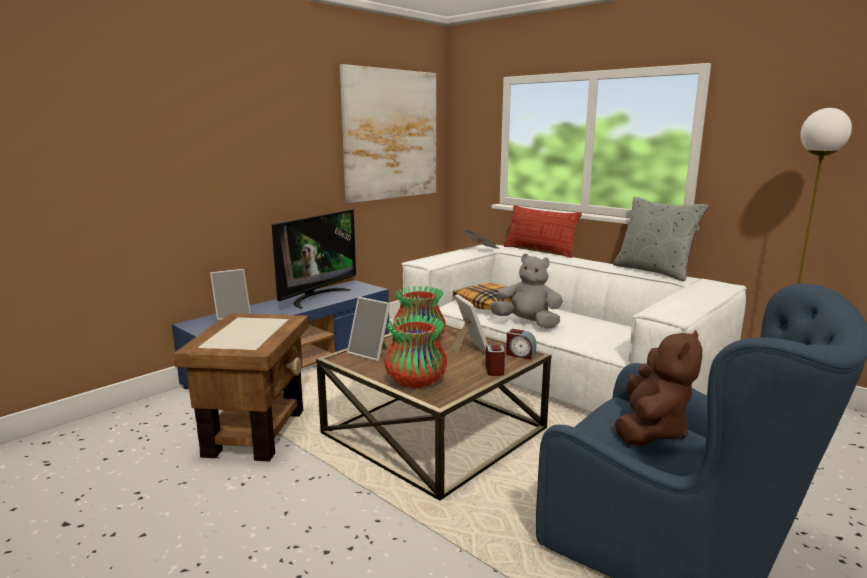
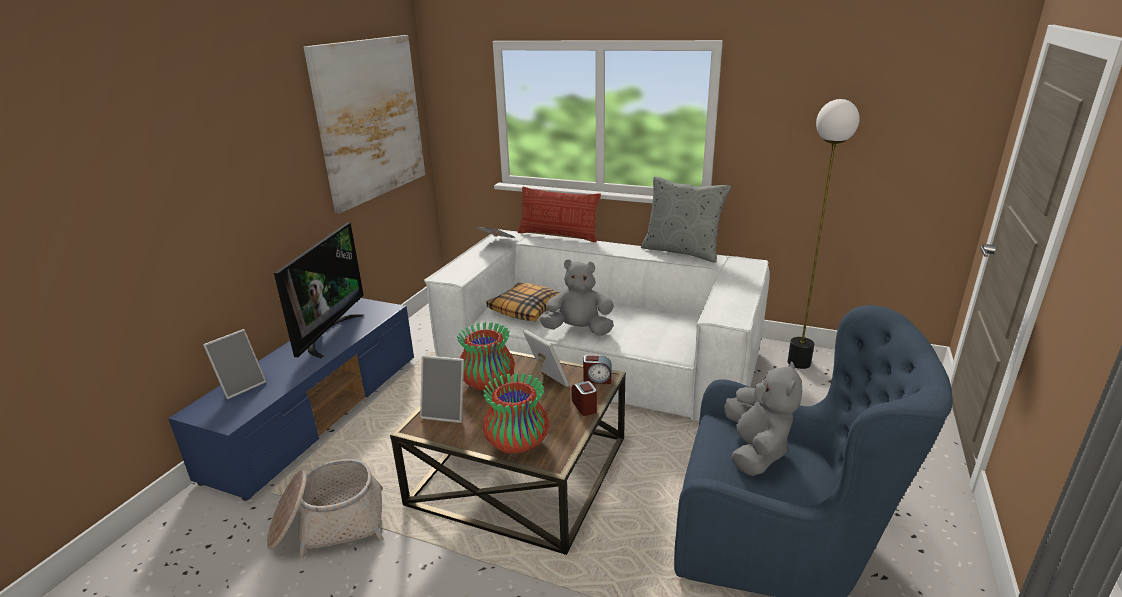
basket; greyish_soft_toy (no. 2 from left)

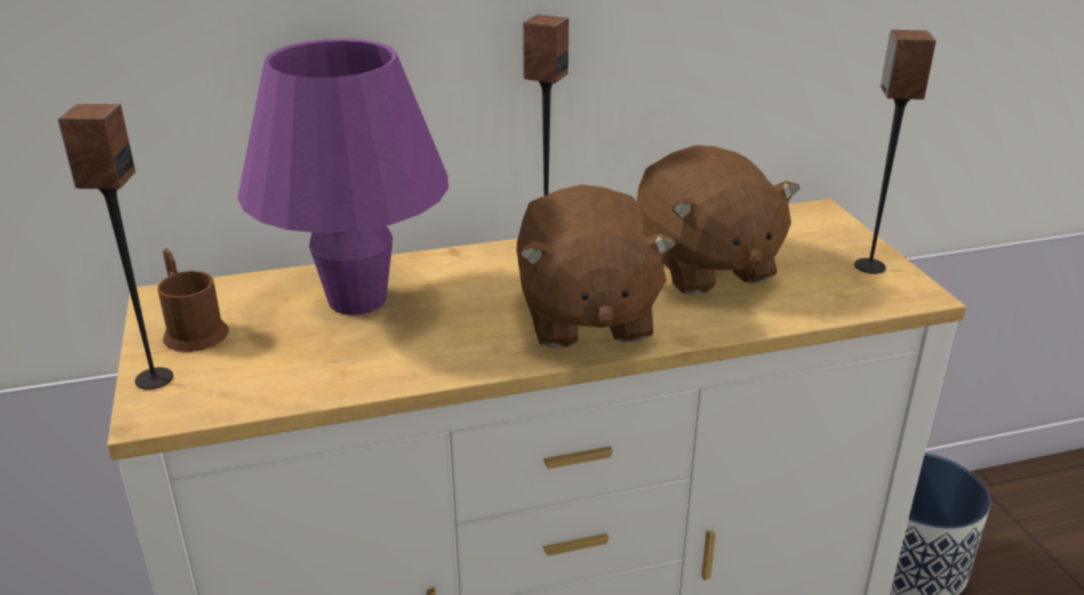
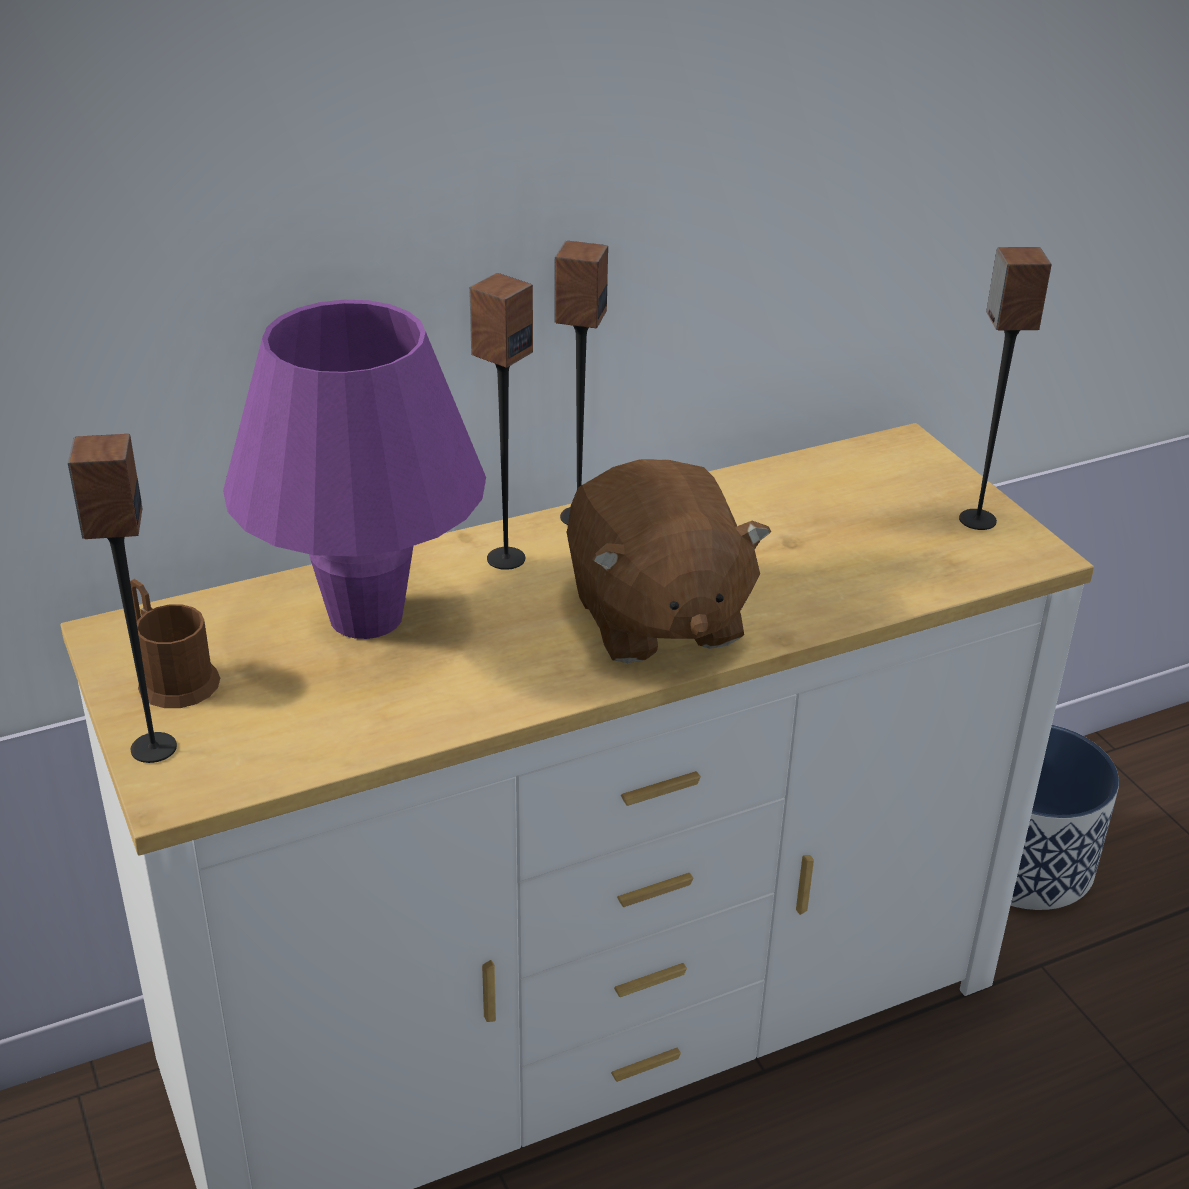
brown-coloured_soft_toy (no. 2 from left in the first image); audio_speaker (no. 2 from left)

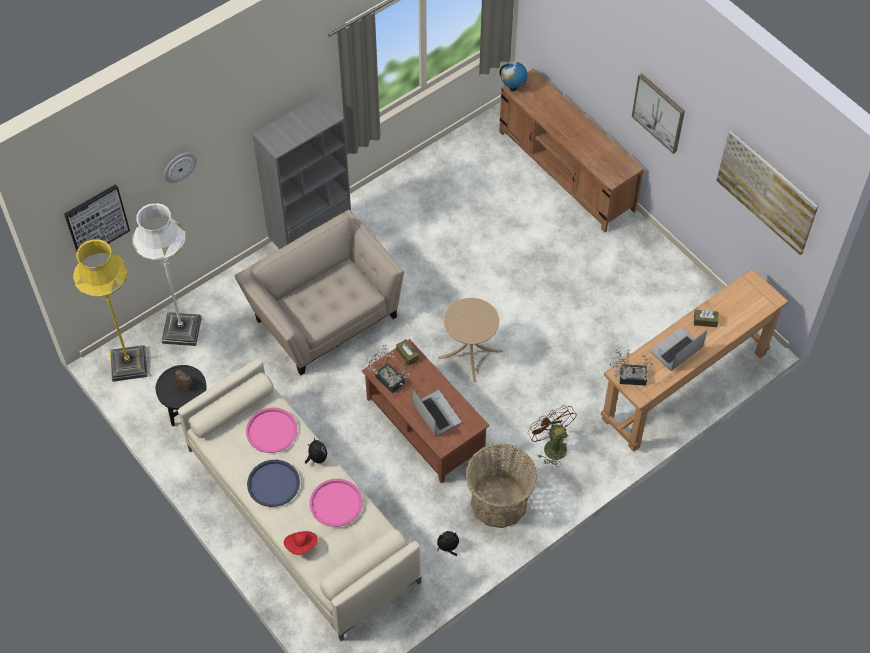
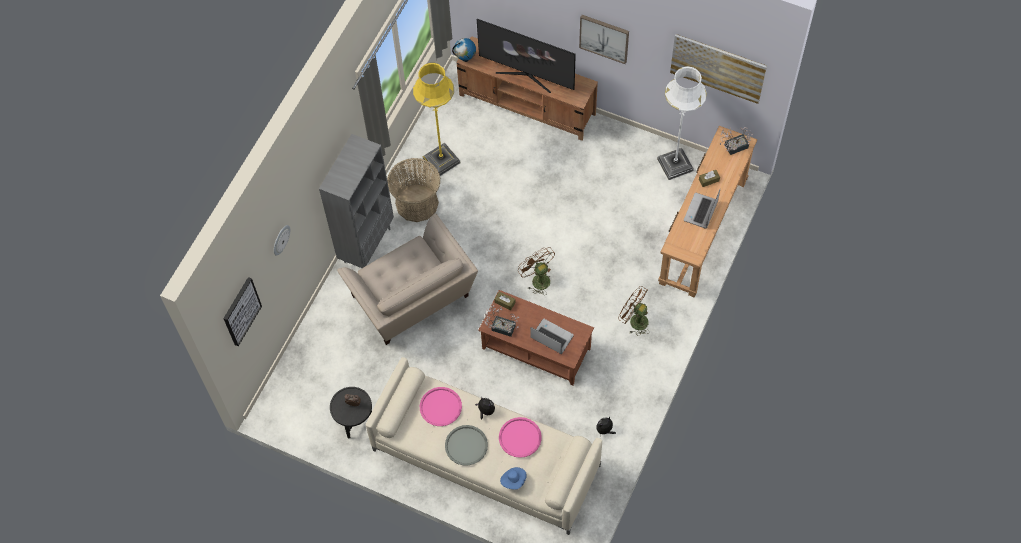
TV; yellow-coloured_floor_lamp; white-coloured_floor_lamp; basket; houseplant (no. 2 from left); brown-coloured_fan (no. 1 from left); greyish_serving_tray; blue-coloured_clothing_hat; beige-coloured_armchair

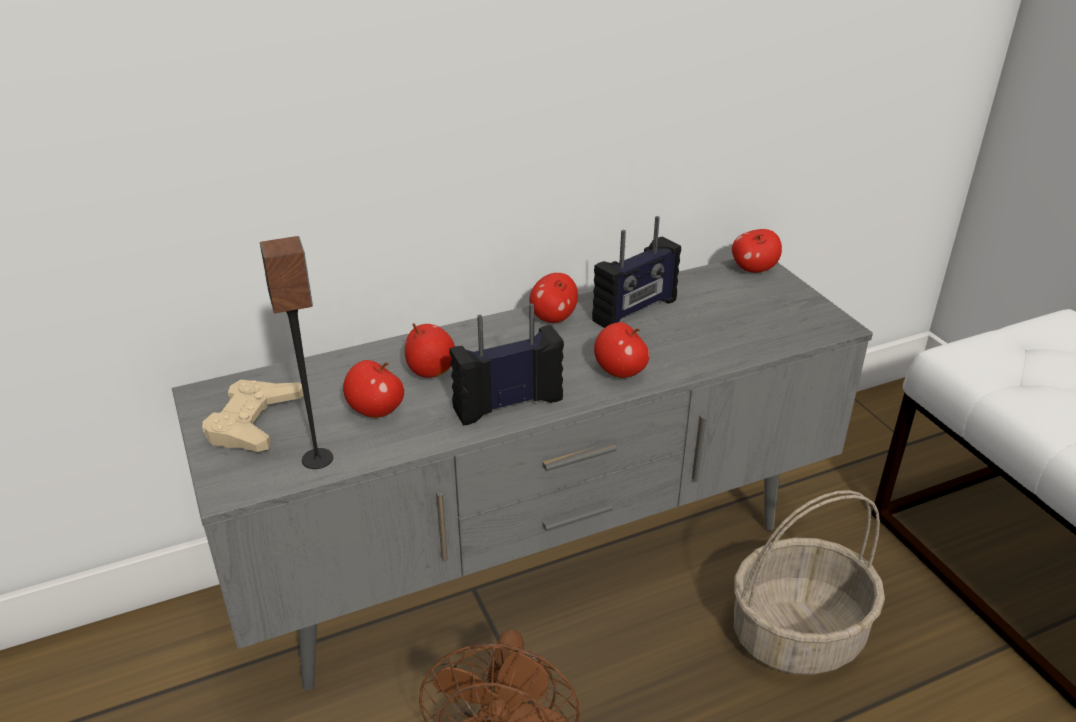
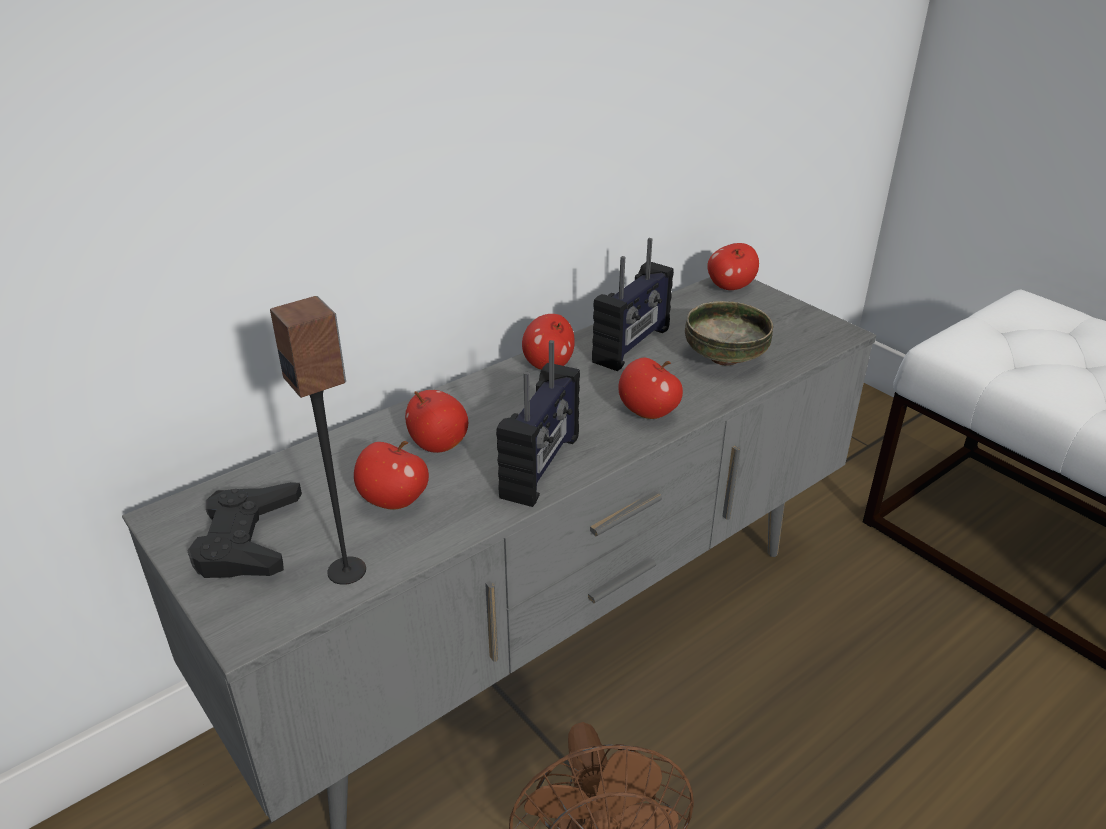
basket; deep_dish; black-coloured_gamepad; radio_set (no. 1 from left)

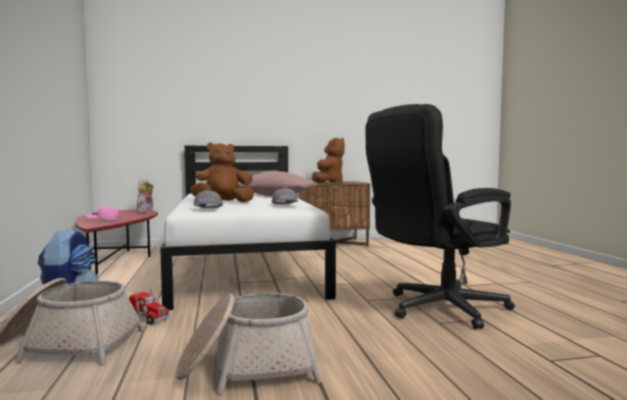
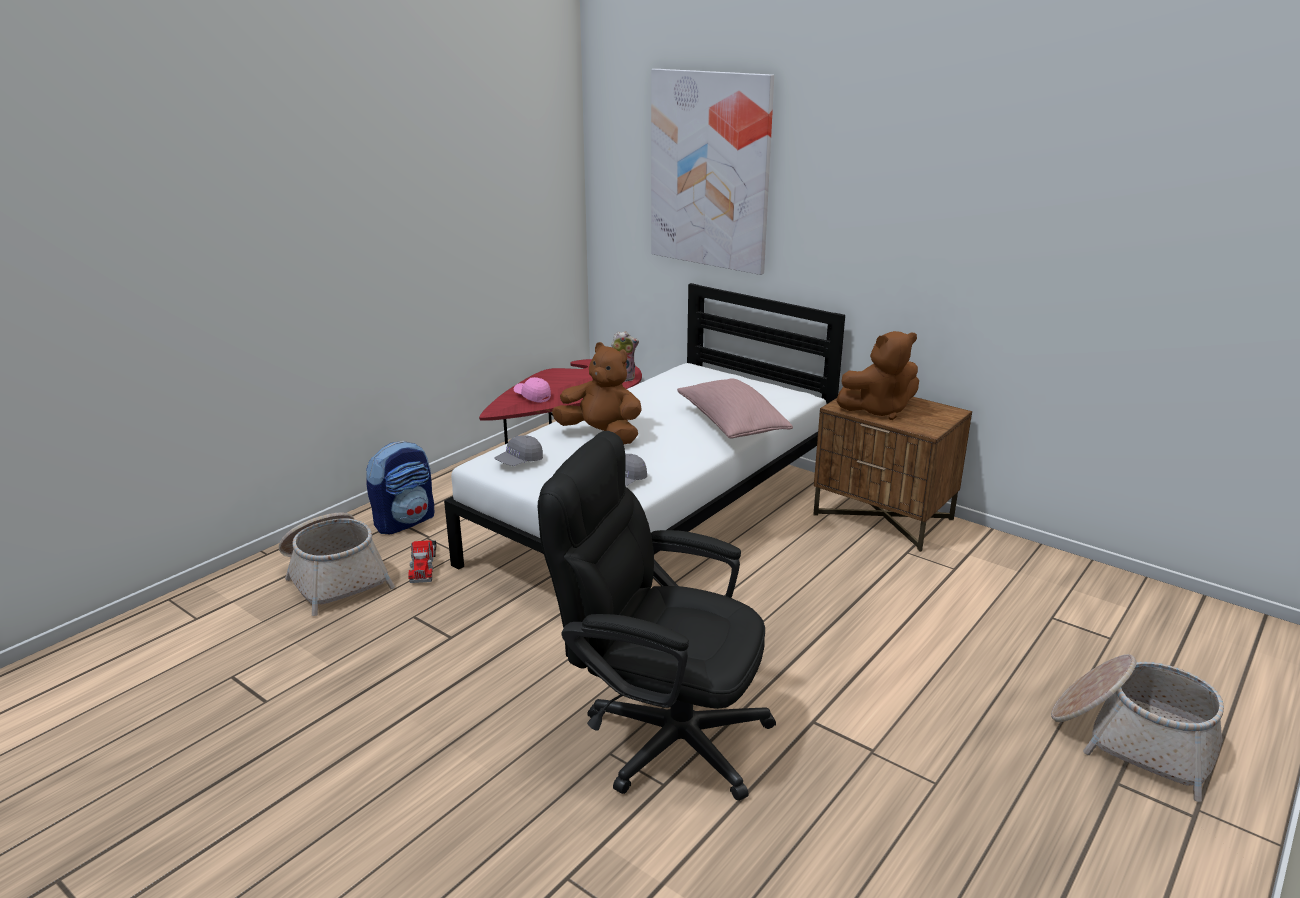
wall_picture; basket (no. 2 from left)

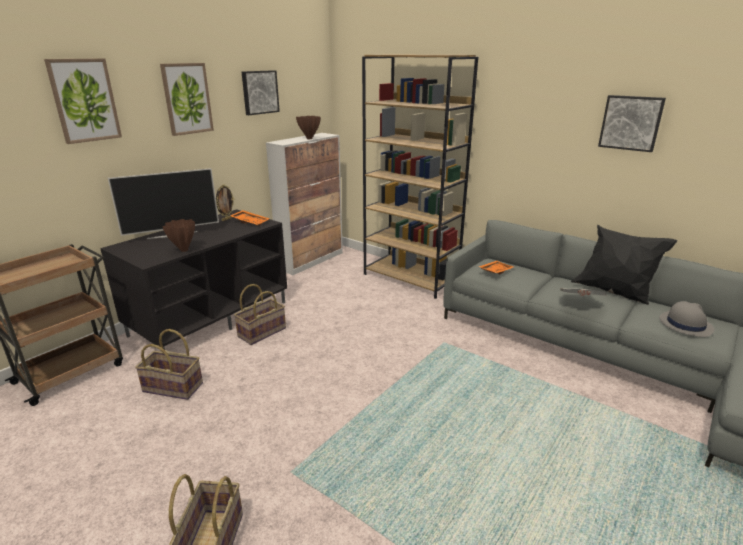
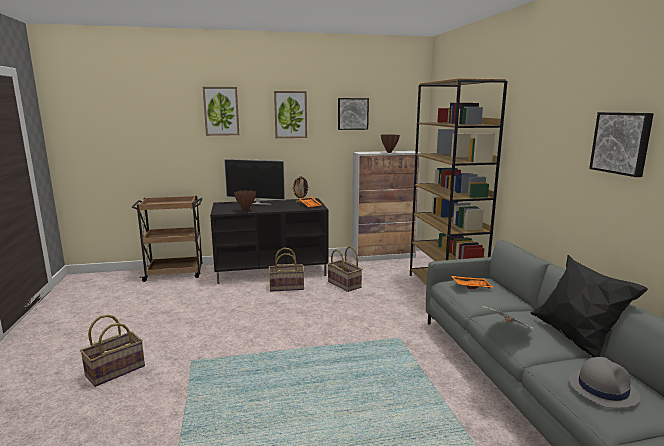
basket (no. 3 from left)

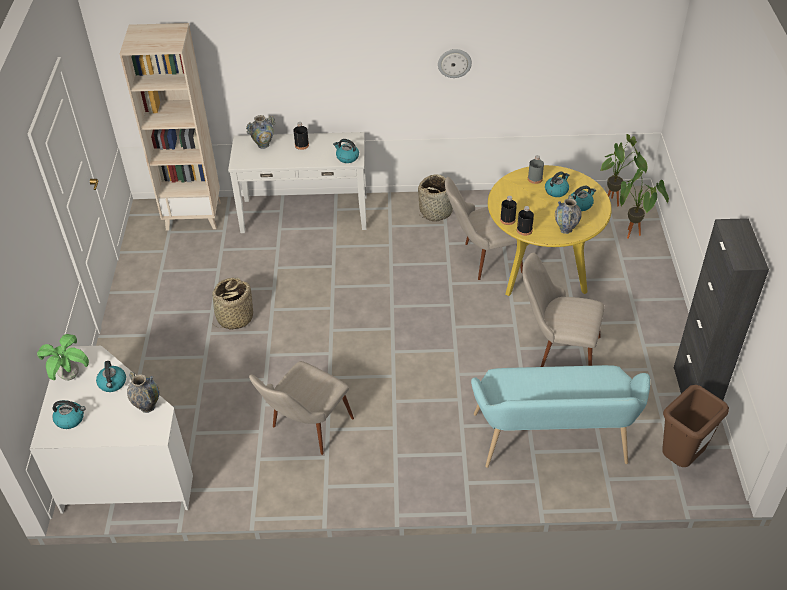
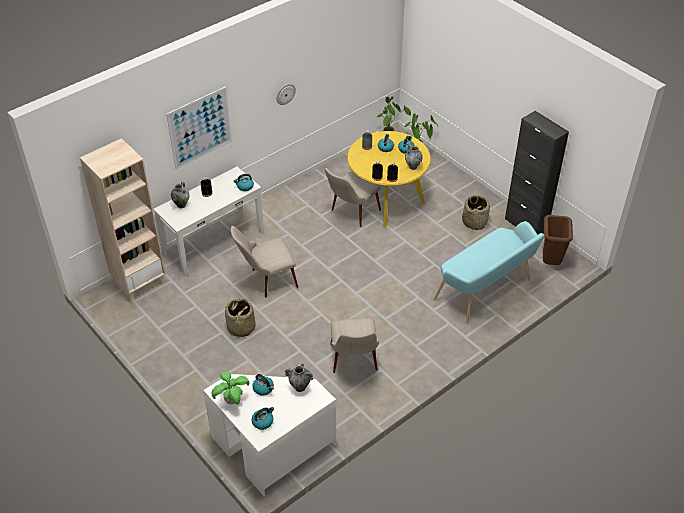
wall_picture; basket (no. 2 from left); beige-coloured_chair (no. 1 from left)

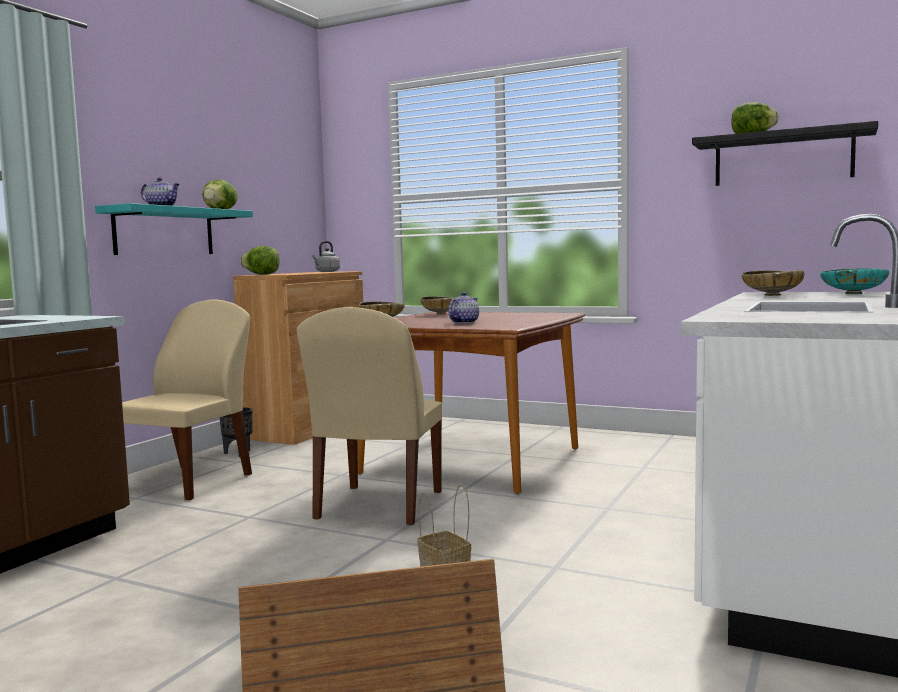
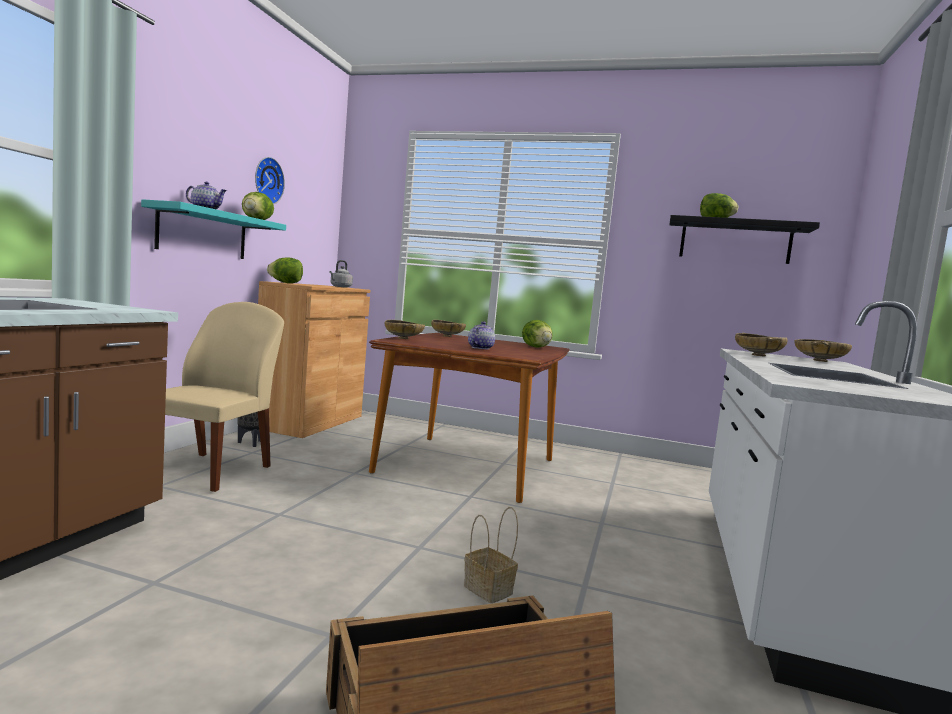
beige-coloured_chair (no. 2 from left in the first image); hanging_clock; head_of_lettuce (no. 3 from left); beige-coloured_deep_dish (no. 4 from left)

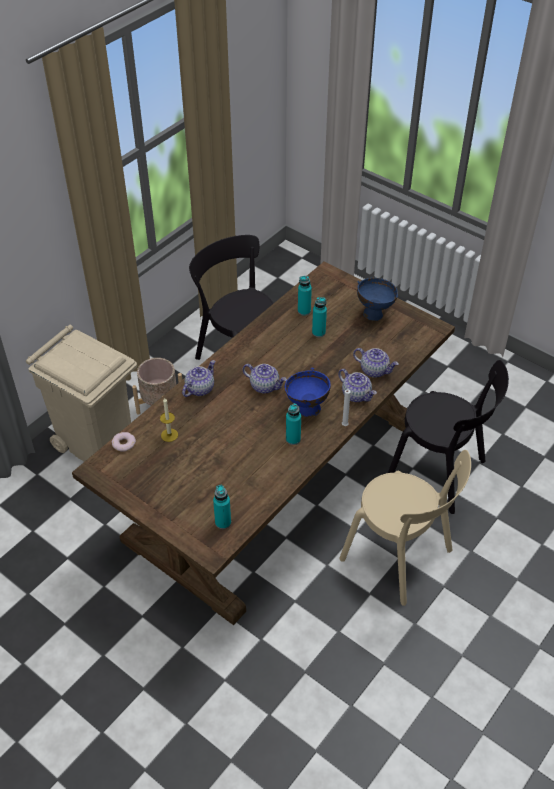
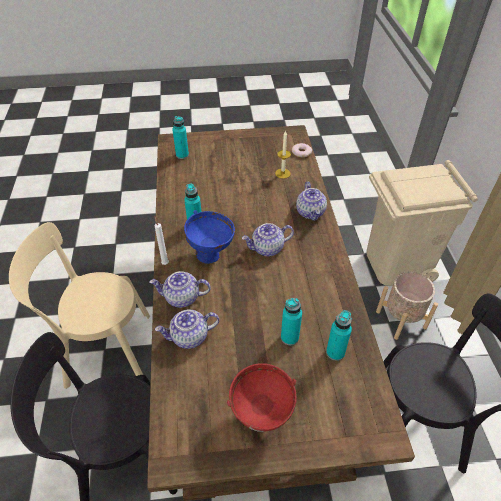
red_deep_dish

